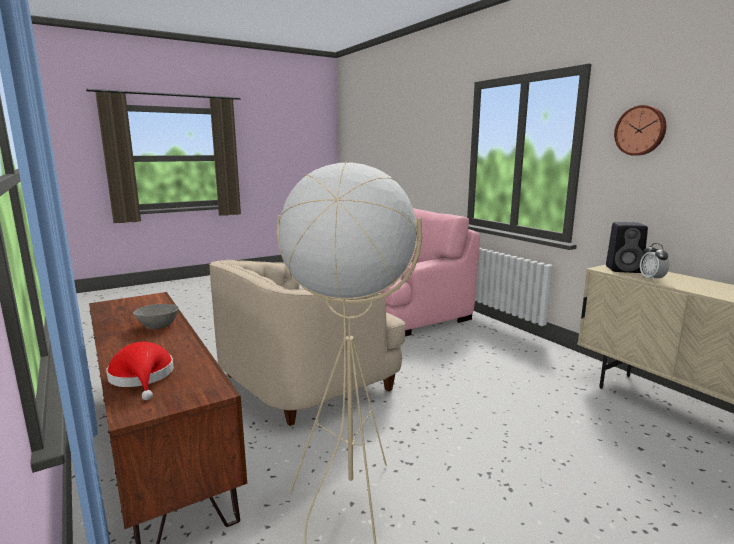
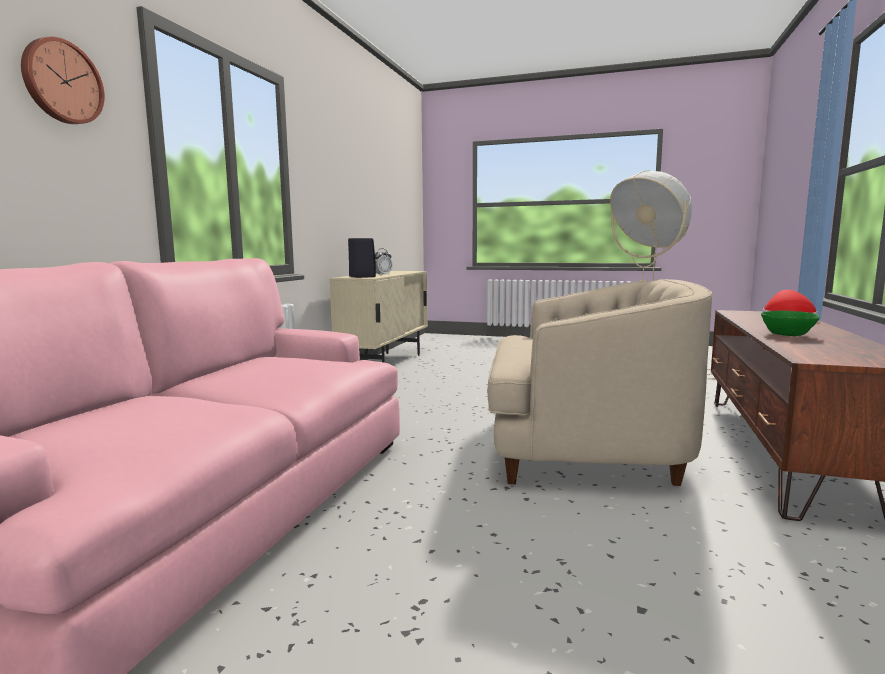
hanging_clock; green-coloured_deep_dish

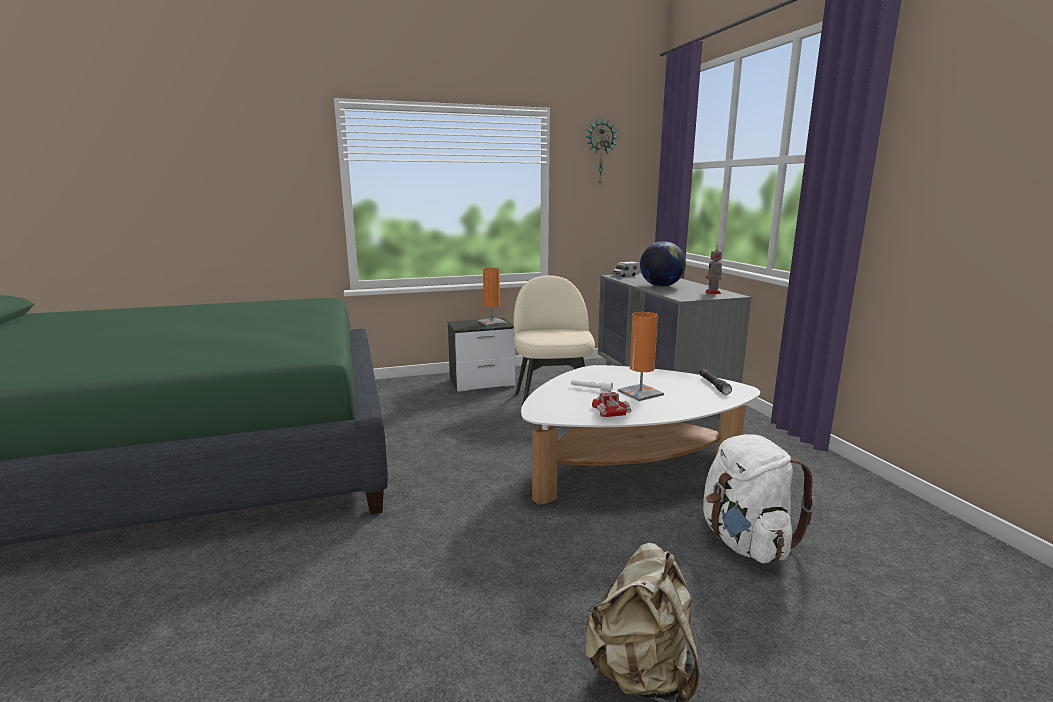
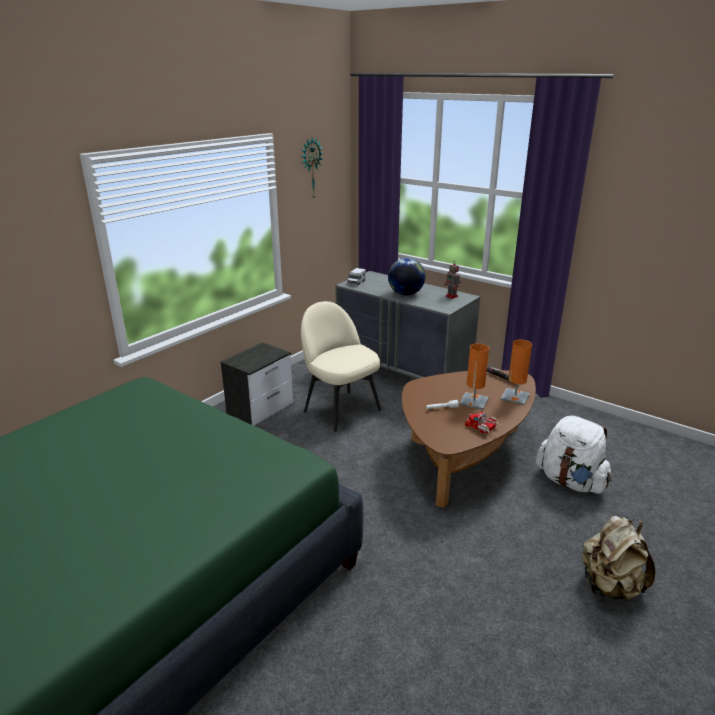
orange-coloured_table_lamp (no. 2 from left); brown-coloured_coffee_table

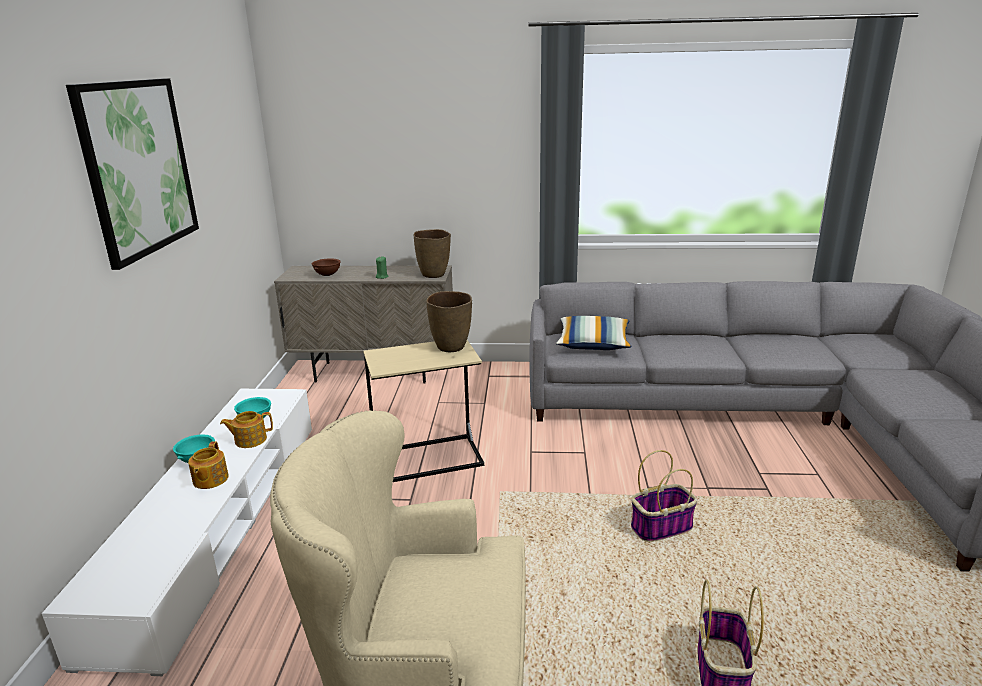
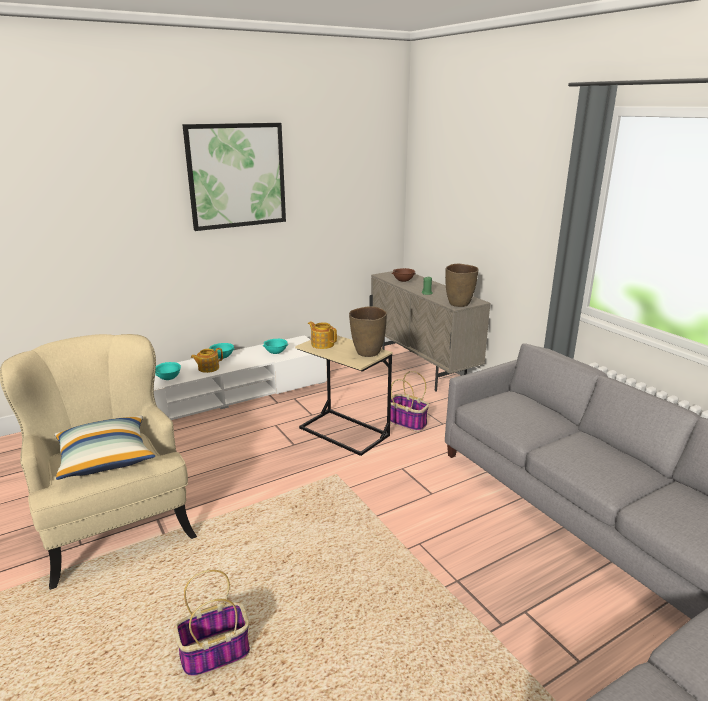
blue-green_deep_dish (no. 1 from left); tea_pot (no. 2 from left); pillow; basket (no. 2 from left)

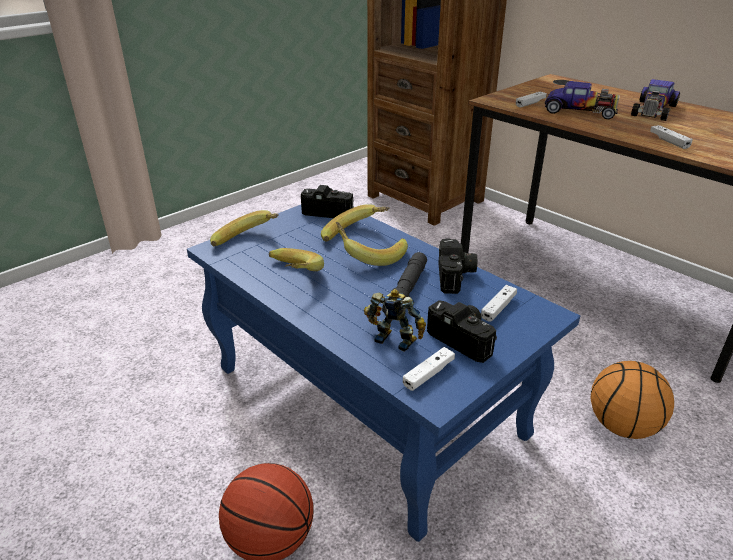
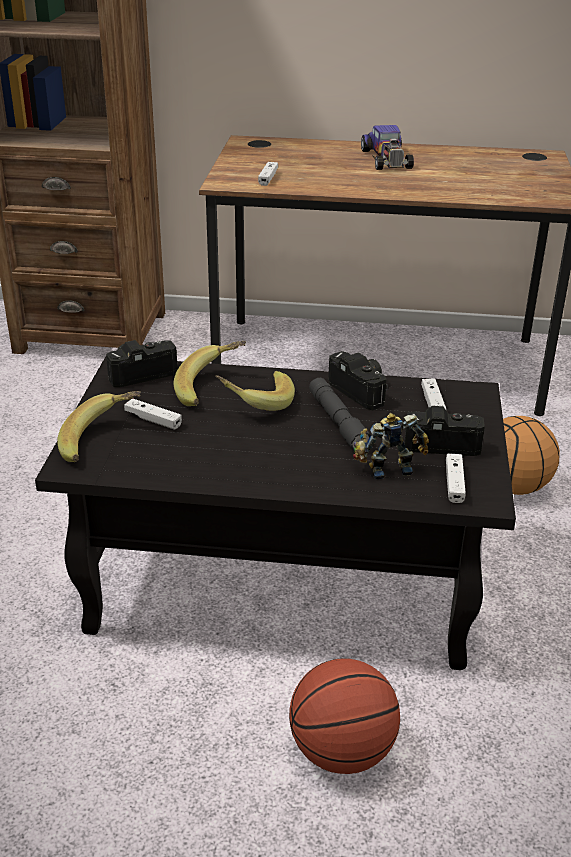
whole_banana (no. 2 from left in the first image); model_car (no. 1 from left in the first image); white-coloured_gamepad (no. 1 from left); black-coloured_coffee_table

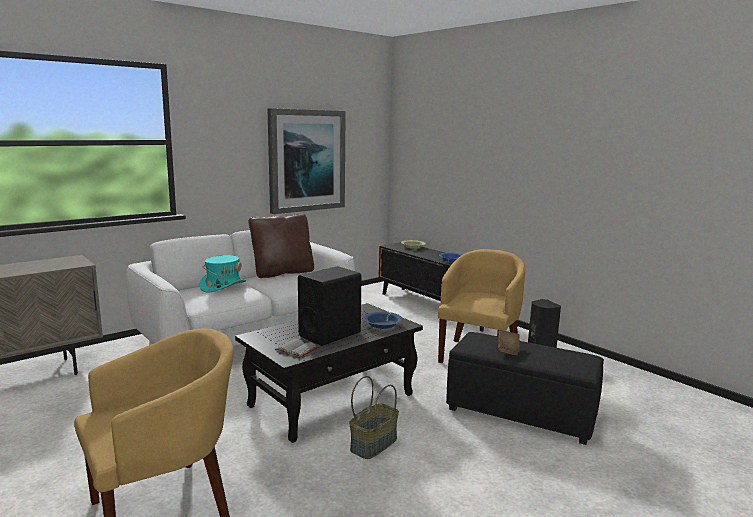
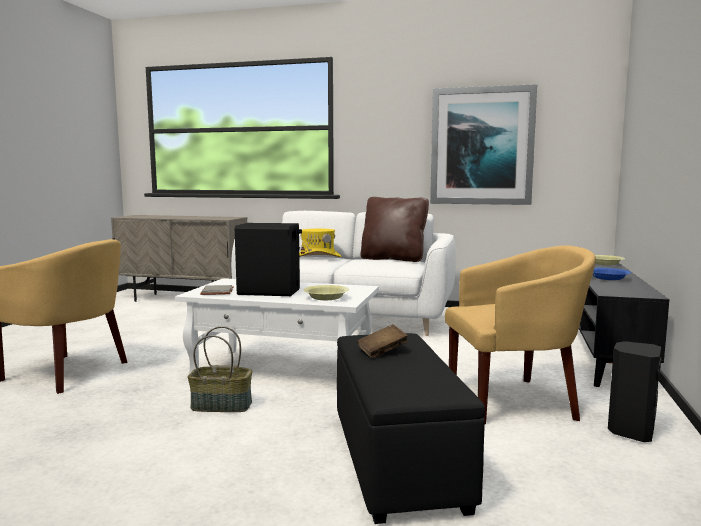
yellow-coloured_clothing_hat; white-coloured_coffee_table; yellow-coloured_deep_dish (no. 1 from left)

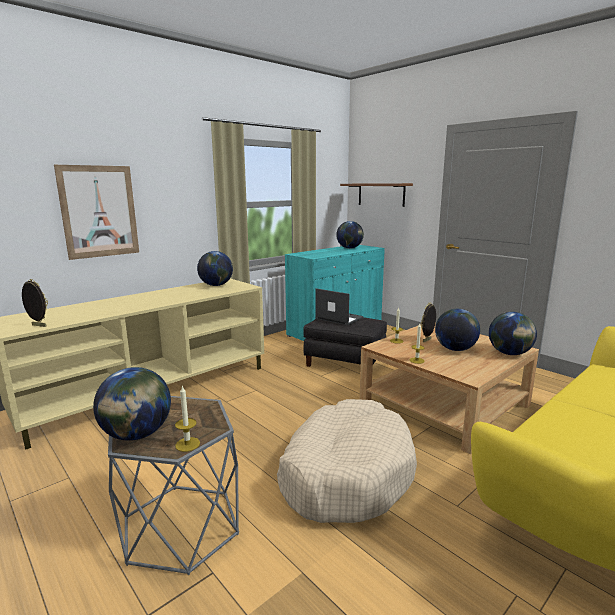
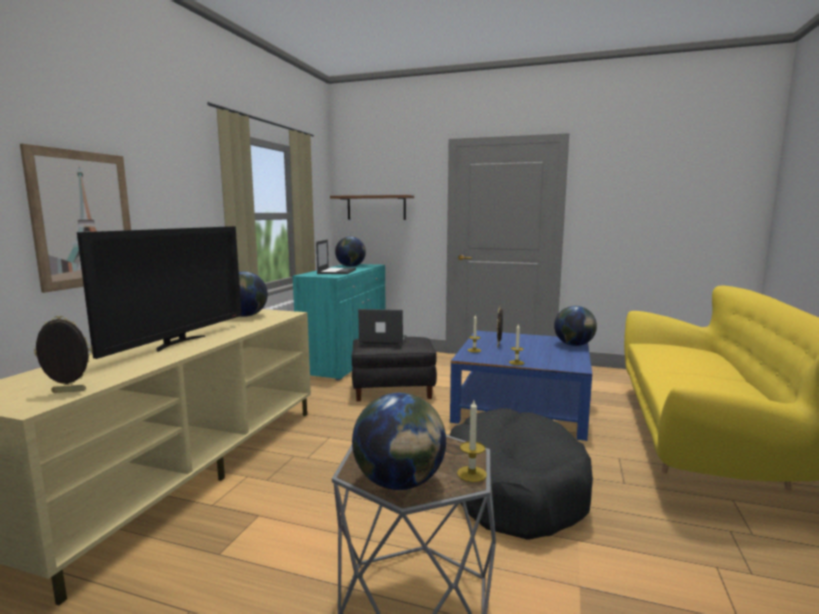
world_globe (no. 4 from left in the first image); TV; portable_computer (no. 1 from left); black-coloured_pet_bed; blue-coloured_coffee_table

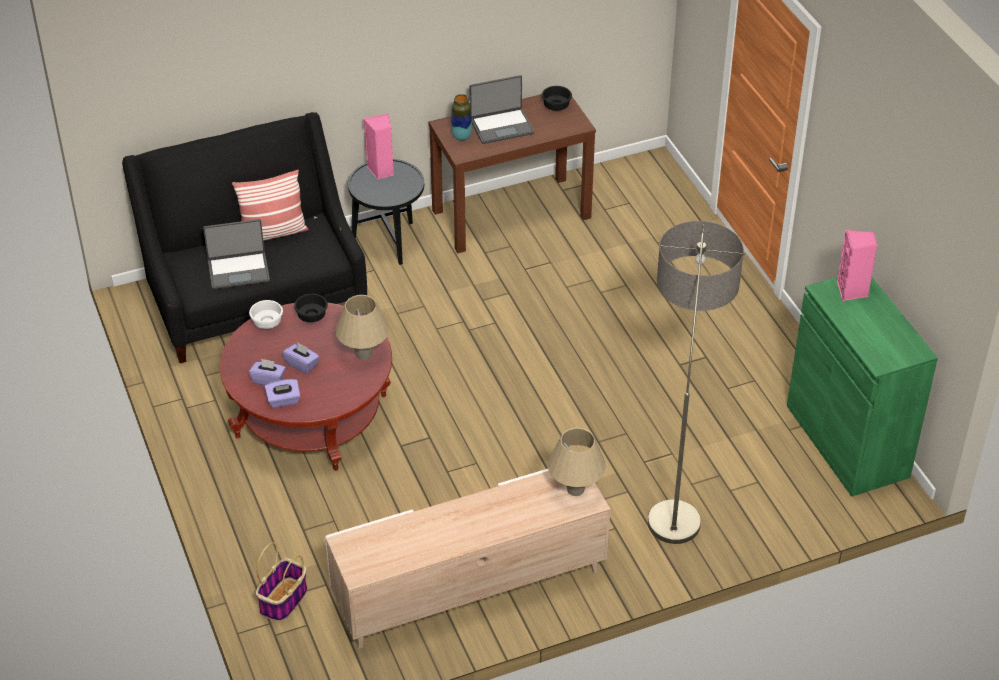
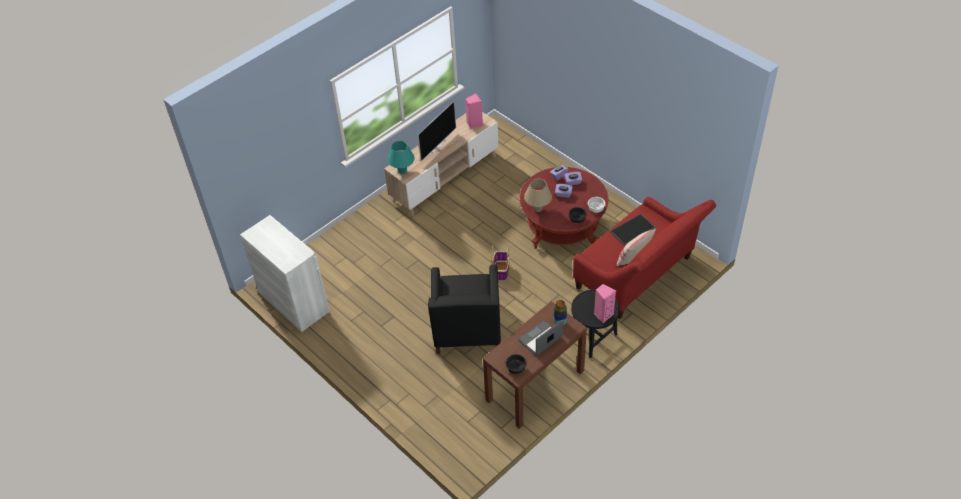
floor_lamp; TV; black-coloured_armchair; basket; pinkish_audio_speaker (no. 1 from left); serving_tray; red_couch; blue-green_table_lamp; white-coloured_storage_cabinet

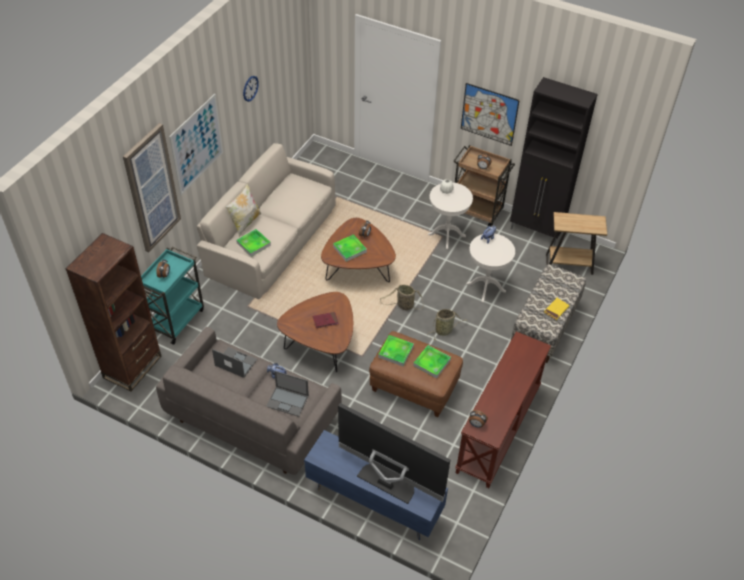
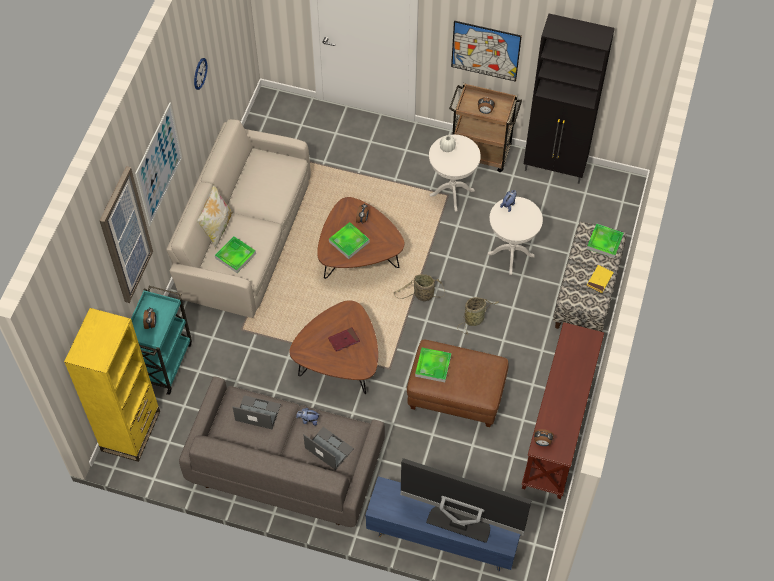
brown-coloured_accent_table; serving_tray (no. 4 from left); yellow-coloured_bookshelf; portable_computer (no. 2 from left)

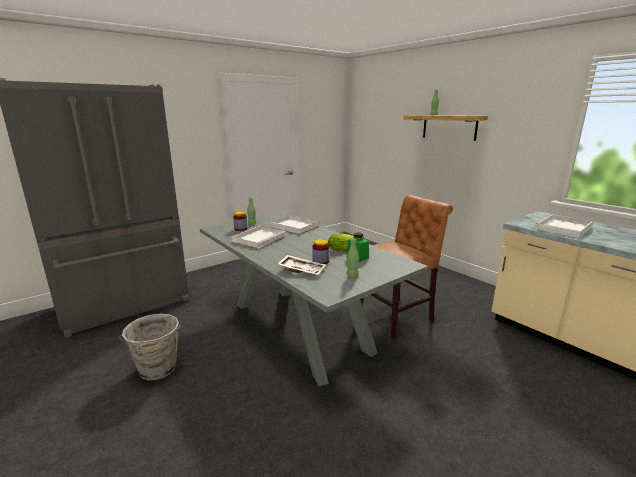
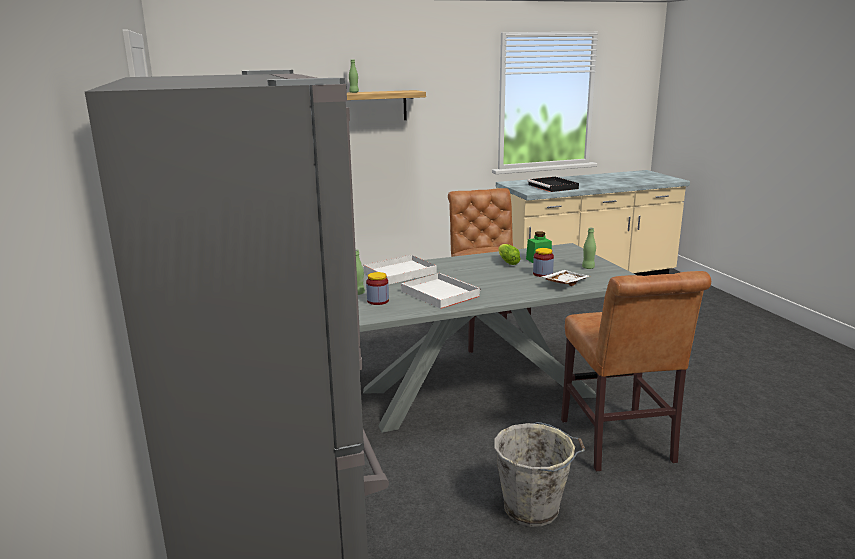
brown-coloured_chair (no. 2 from left); black-coloured_serving_tray

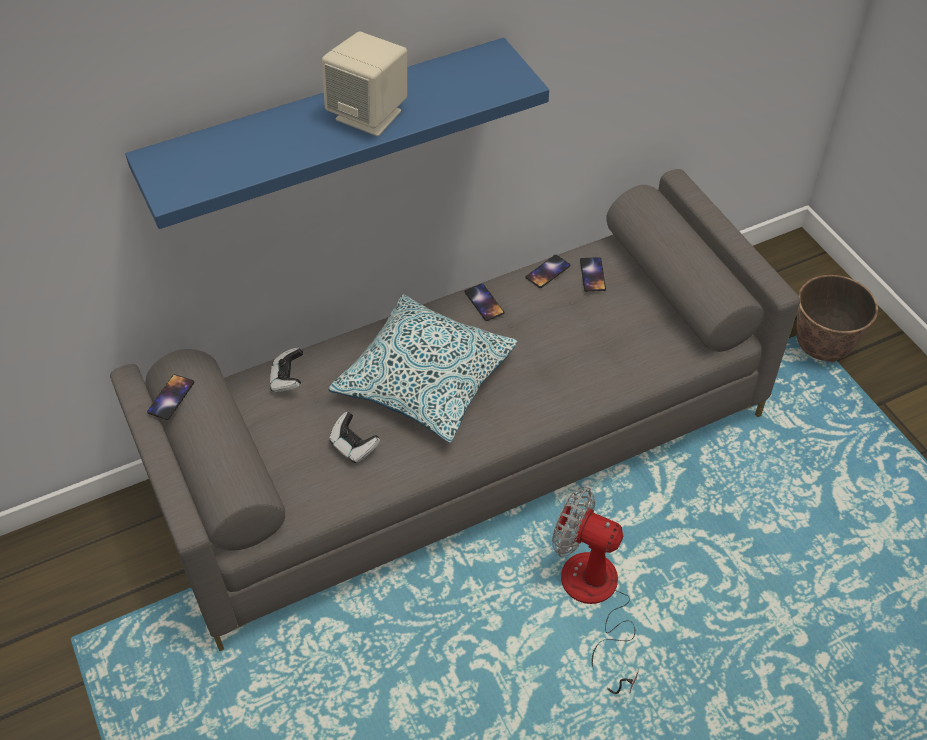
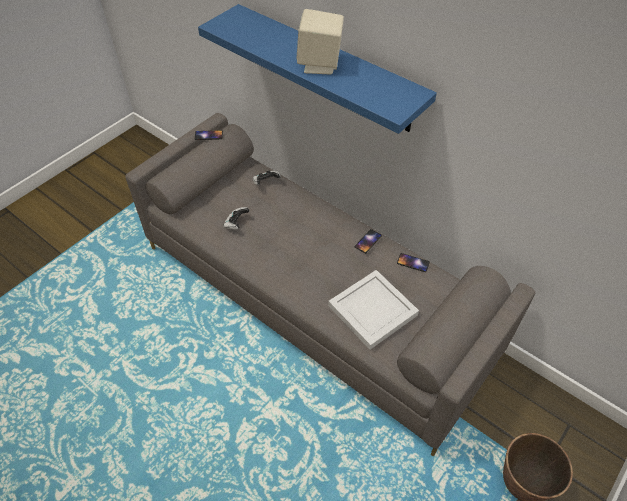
pillow; fan; telephone (no. 4 from left in the first image); white-coloured_serving_tray

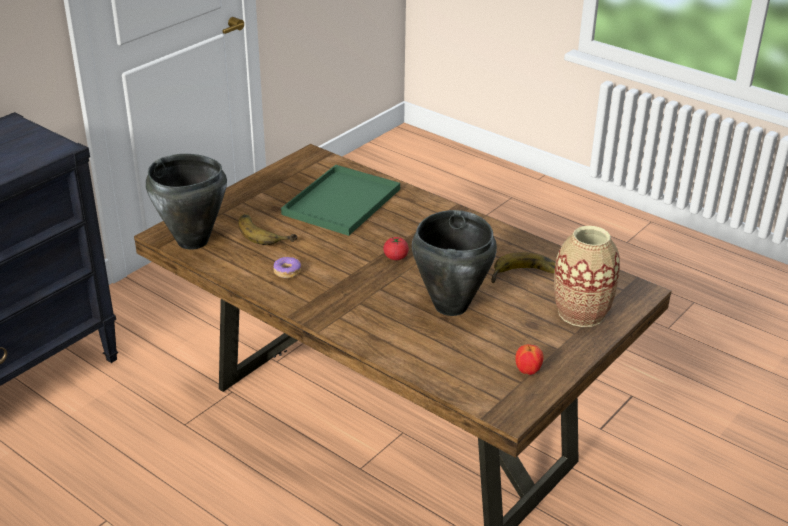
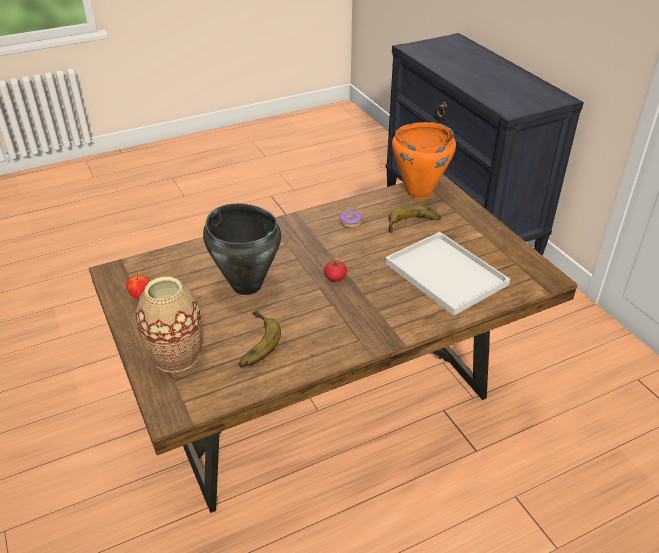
orange-coloured_stockpot; white-coloured_serving_tray

